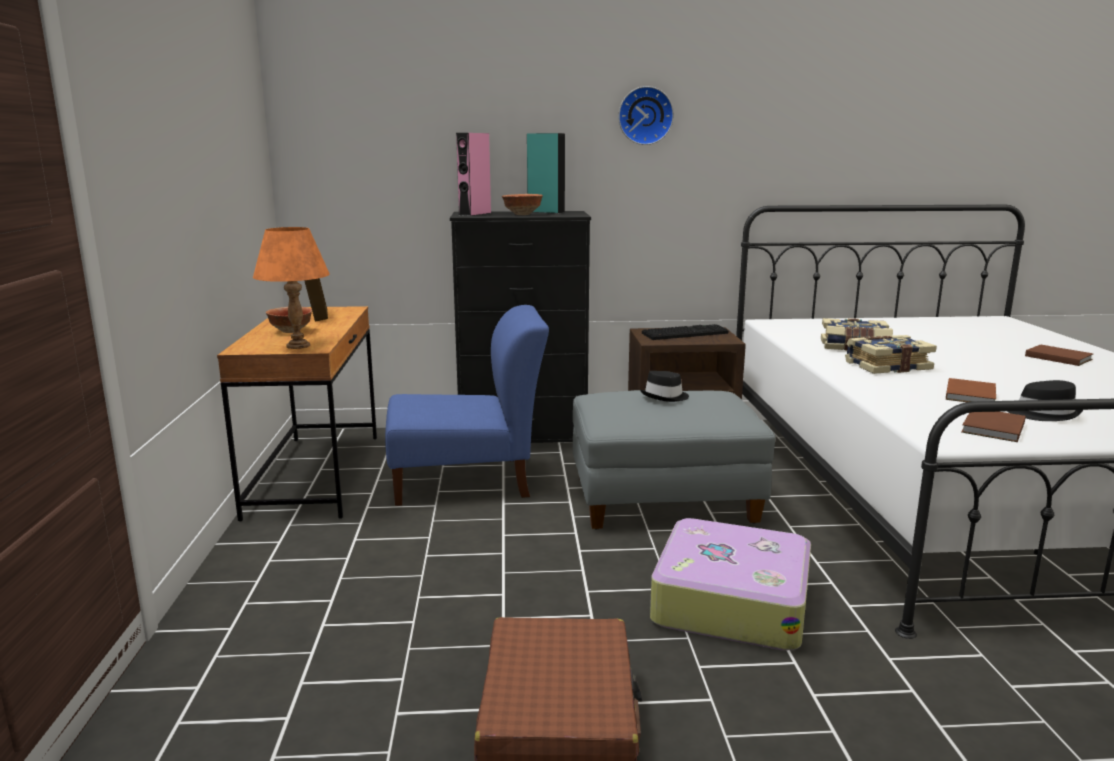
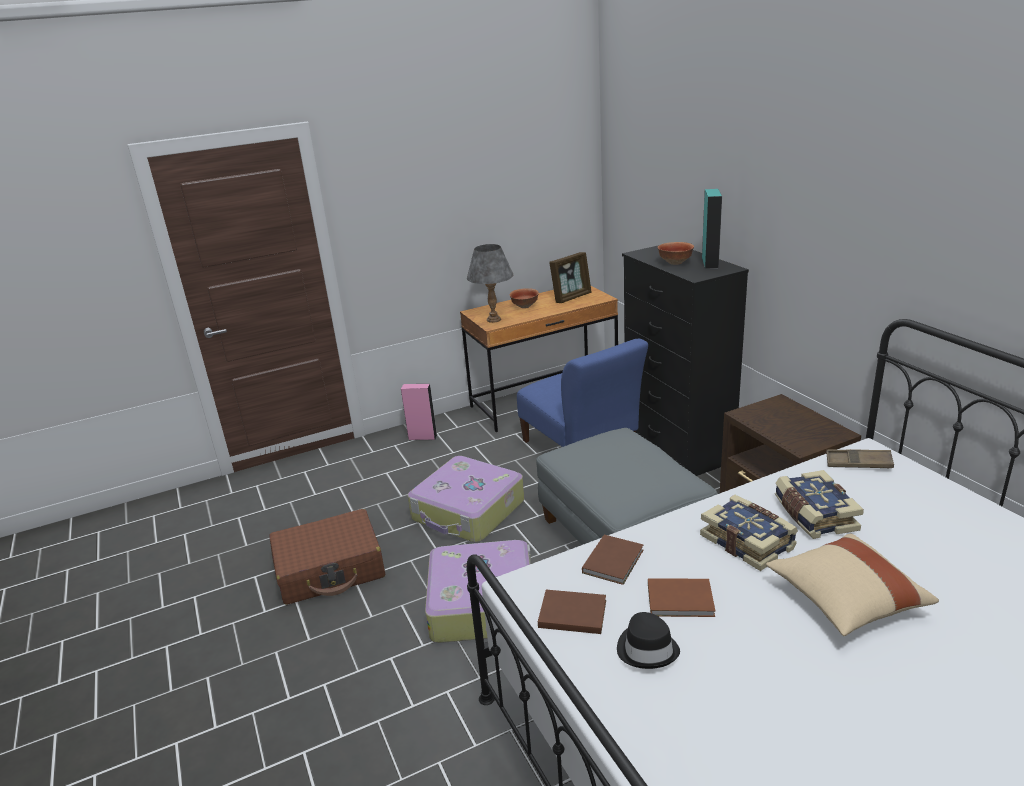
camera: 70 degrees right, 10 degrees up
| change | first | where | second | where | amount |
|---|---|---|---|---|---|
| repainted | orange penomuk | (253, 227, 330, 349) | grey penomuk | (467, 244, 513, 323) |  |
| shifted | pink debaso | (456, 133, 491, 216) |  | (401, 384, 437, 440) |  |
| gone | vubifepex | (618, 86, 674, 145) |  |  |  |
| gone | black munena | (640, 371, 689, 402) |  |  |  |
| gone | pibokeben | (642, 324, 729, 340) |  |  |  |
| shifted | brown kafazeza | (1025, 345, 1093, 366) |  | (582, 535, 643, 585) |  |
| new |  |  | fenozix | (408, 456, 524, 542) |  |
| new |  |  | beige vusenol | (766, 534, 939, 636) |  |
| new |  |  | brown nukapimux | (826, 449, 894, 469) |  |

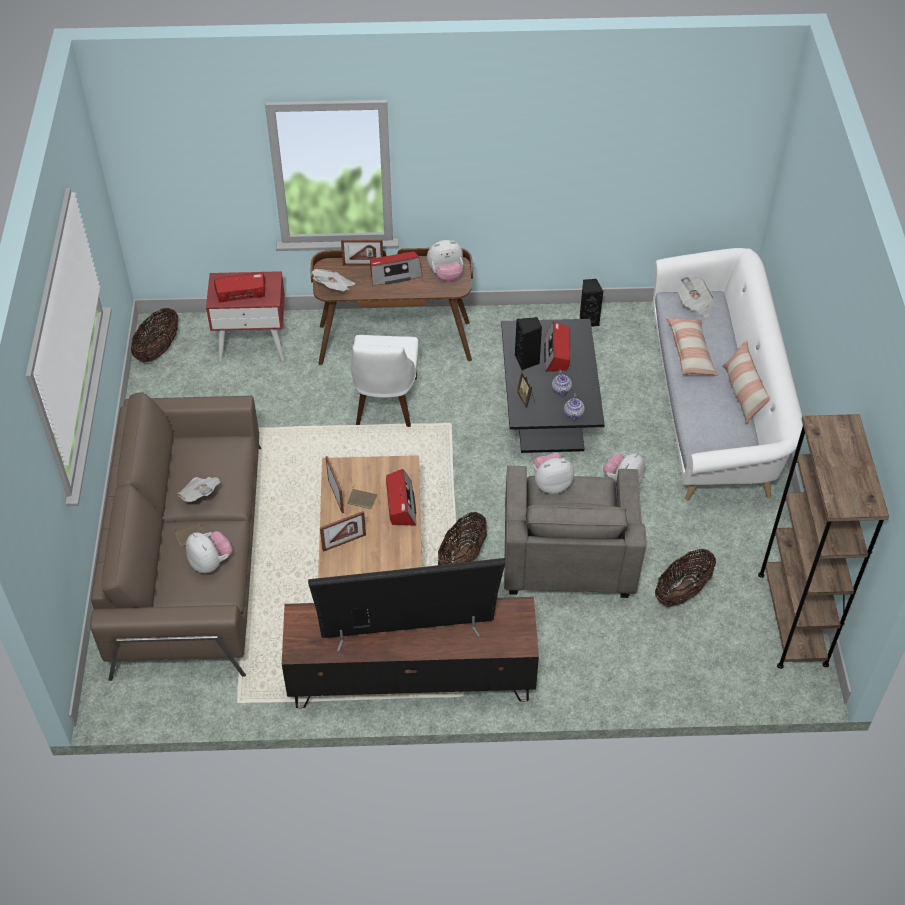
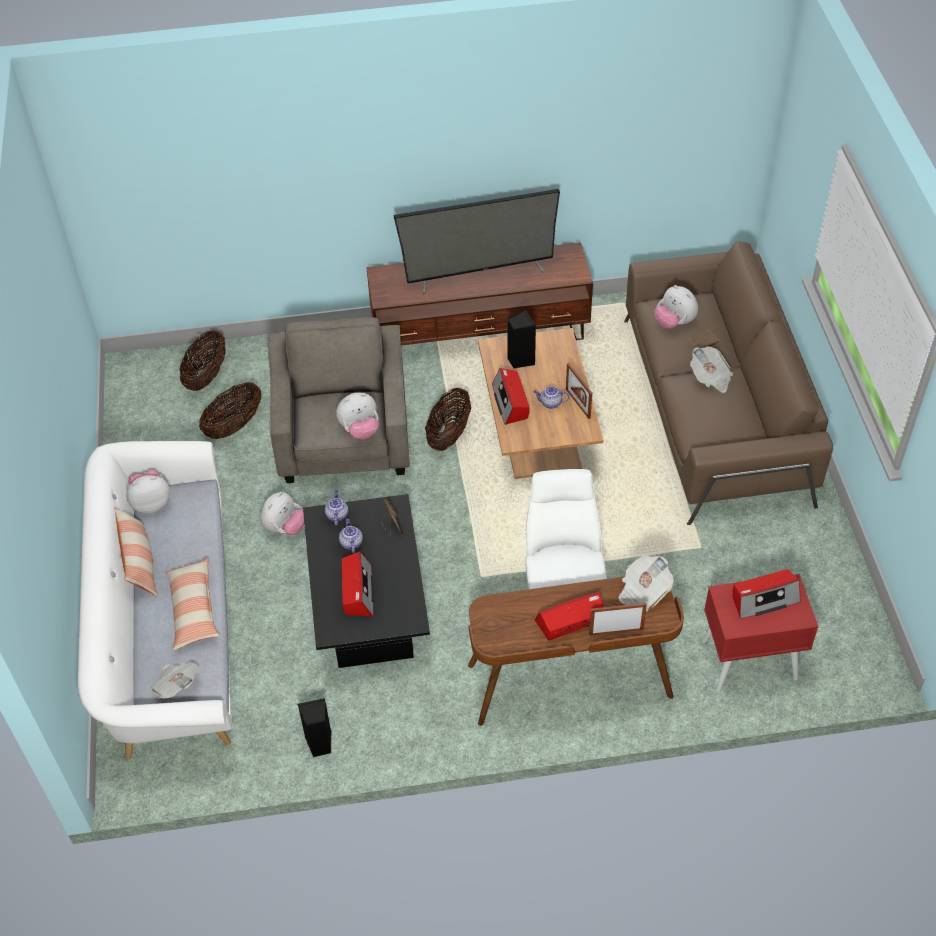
camera: 175 degrees right, 0 degrees up
| change | first | where | second | where | amount |
|---|---|---|---|---|---|
| shifted | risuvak | (131, 308, 178, 362) |  | (179, 331, 226, 391) |  |
| gone | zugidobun | (320, 511, 366, 552) |  |  |  |
| swapped | brown kafazeza | (347, 485, 377, 509) | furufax | (533, 386, 570, 409) |  |
| shifted | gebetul | (427, 240, 463, 282) |  | (126, 470, 170, 514) |  |
| shifted | black debaso | (515, 317, 542, 371) |  | (507, 310, 536, 368) |  |
| gone | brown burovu | (758, 414, 889, 669) |  |  |  |

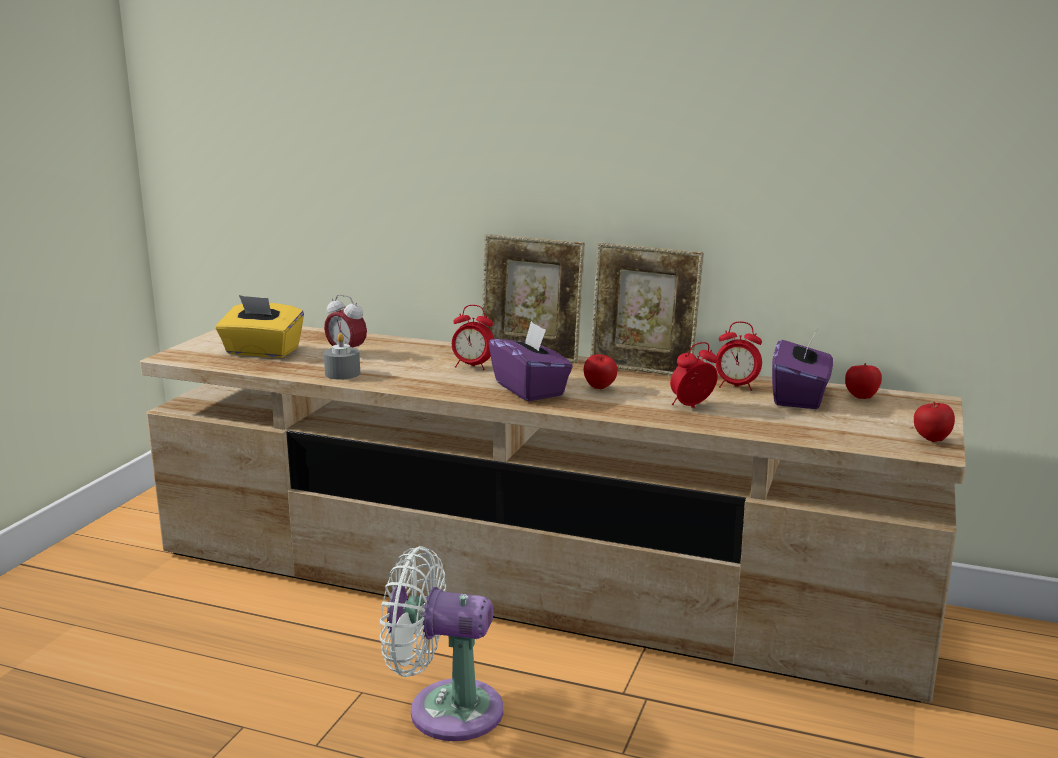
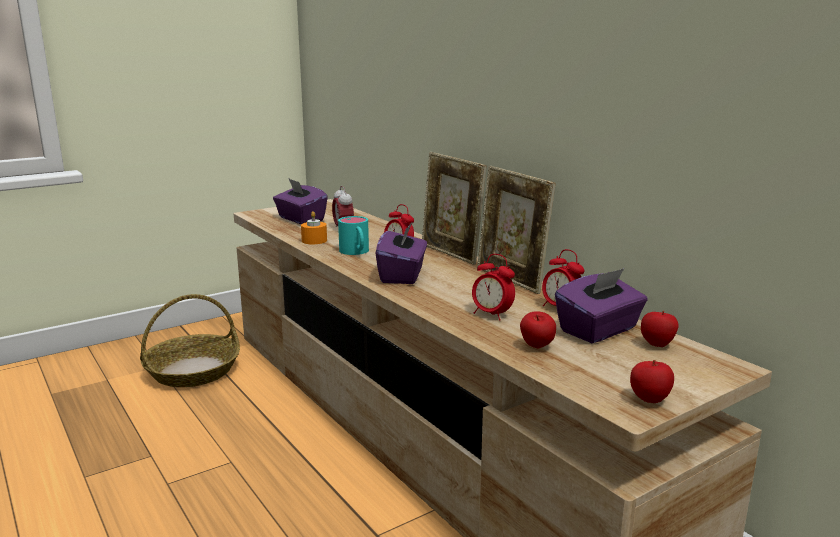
camera: 35 degrees right, 0 degrees up
| change | first | where | second | where | amount |
|---|---|---|---|---|---|
| repainted | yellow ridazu | (216, 295, 304, 358) | purple ridazu | (273, 179, 328, 224) |  |
| repainted | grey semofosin | (324, 333, 360, 380) | orange semofosin | (301, 211, 327, 244) |  |
| gone | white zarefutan | (380, 546, 503, 741) |  |  |  |
| shifted | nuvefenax | (584, 354, 617, 389) |  | (520, 311, 556, 348) |  |
| rotated | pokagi | (670, 342, 718, 408) |  | (472, 254, 515, 321) | 150 degrees counterclockwise |
| new |  |  | risuvak | (140, 294, 240, 387) |  |
| new |  |  | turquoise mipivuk | (338, 216, 369, 255) |  |

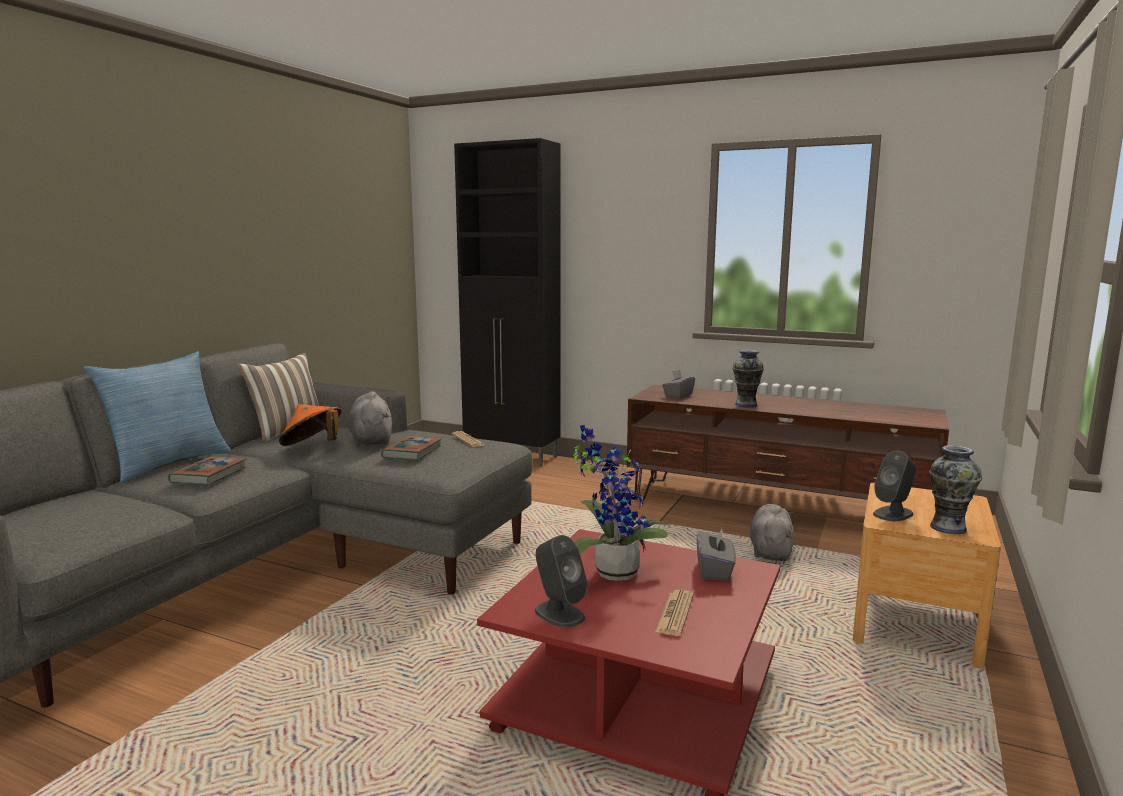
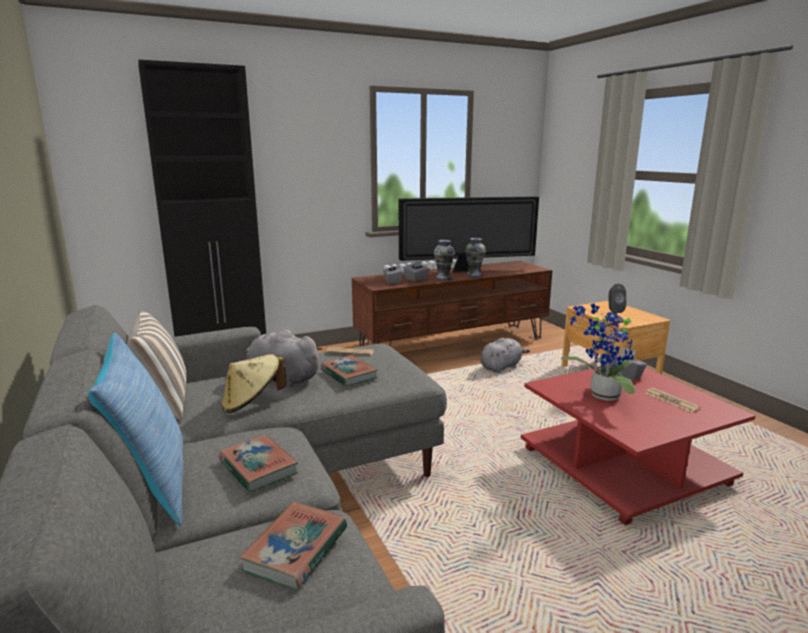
camera: 50 degrees left, 5 degrees up
| change | first | where | second | where | amount |
|---|---|---|---|---|---|
| repainted | orange munena | (279, 404, 342, 446) | beige munena | (222, 354, 287, 414) |  |
| gone | grey debaso | (535, 535, 587, 628) |  |  |  |
| rotated | grey gebetul | (750, 504, 794, 561) |  | (480, 338, 530, 373) | 90 degrees clockwise |
| shifted | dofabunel | (929, 445, 982, 534) |  | (465, 238, 486, 277) |  |
| new |  |  | kafazeza | (239, 502, 347, 590) |  |
| new |  |  | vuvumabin | (399, 196, 539, 273) |  |
| new |  |  | grey ridazu | (403, 260, 430, 281) |  |

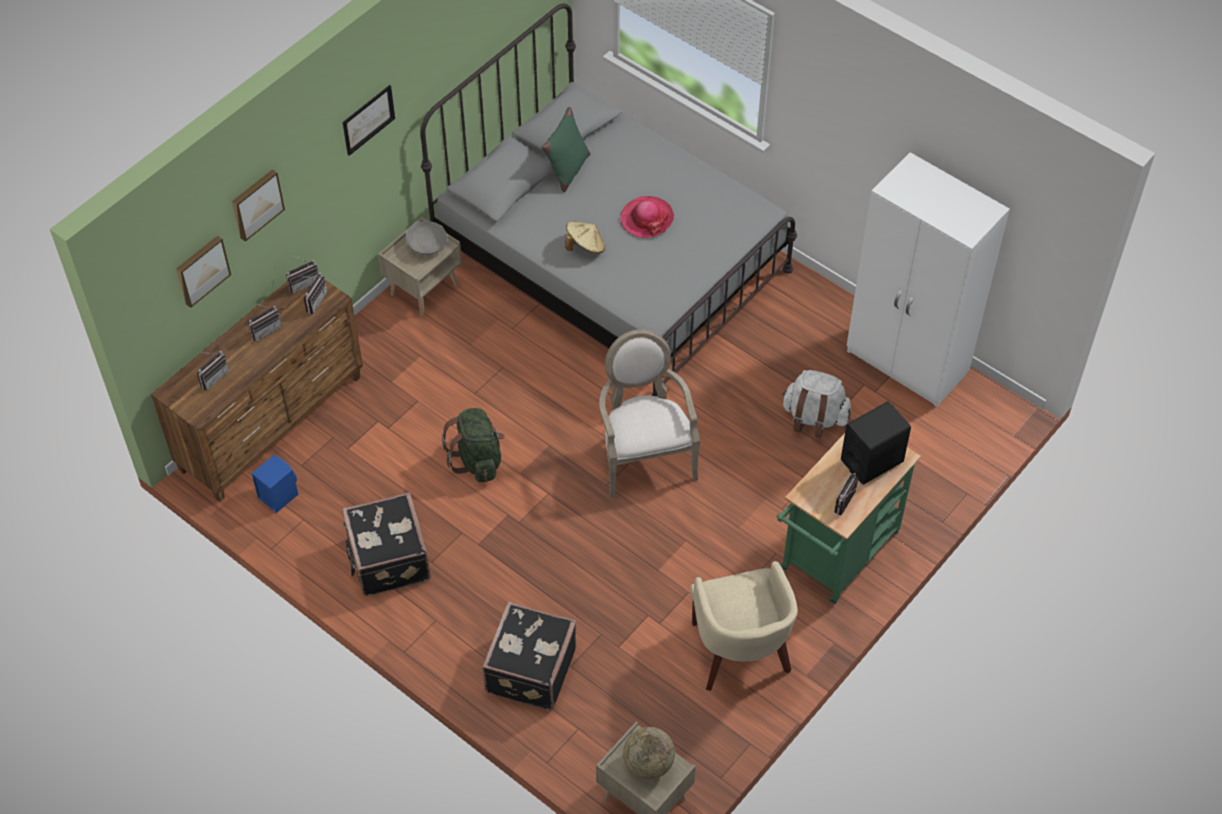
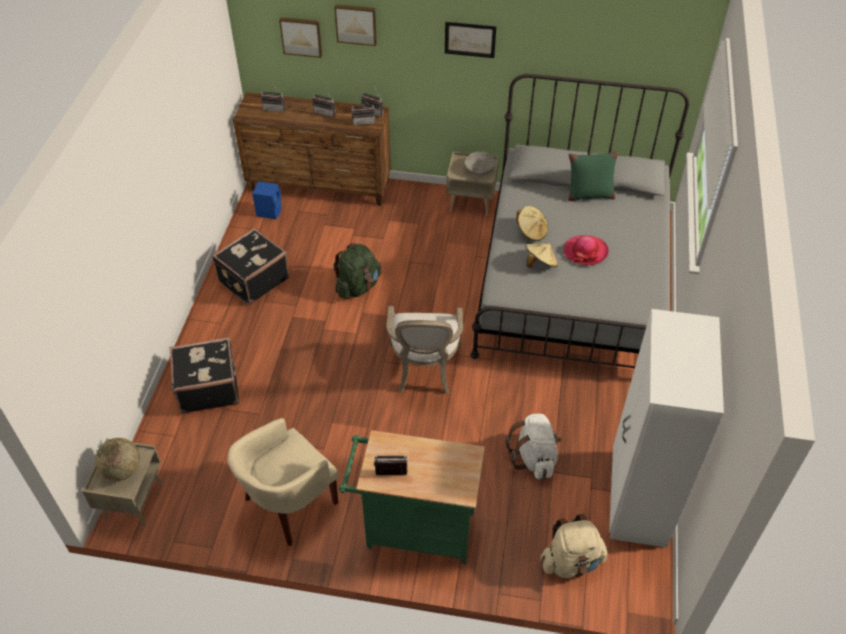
camera: 60 degrees right, 5 degrees down
| change | first | where | second | where | amount |
|---|---|---|---|---|---|
| rotated | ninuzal | (599, 329, 700, 498) |  | (386, 306, 463, 394) | 135 degrees clockwise |
| gone | black debaso | (841, 401, 911, 485) |  |  |  |
| new |  |  | beige munena | (525, 243, 558, 268) |  |
| new |  |  | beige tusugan | (540, 514, 608, 578) |  |

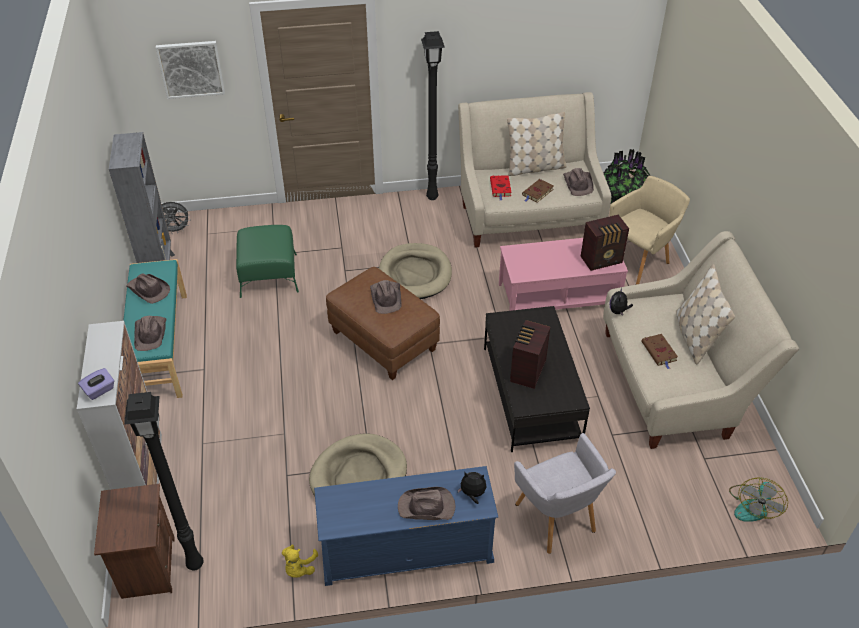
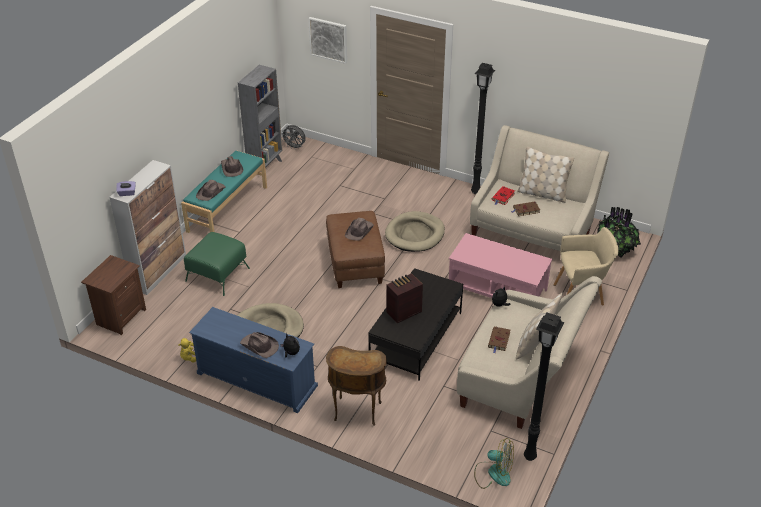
camera: 35 degrees right, 5 degrees down
| change | first | where | second | where | amount |
|---|---|---|---|---|---|
| shifted | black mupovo | (125, 392, 204, 570) |  | (524, 312, 565, 461) |  |
| shifted | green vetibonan | (236, 225, 299, 298) |  | (184, 232, 250, 296) |  |
| swapped | grey ninuzal | (514, 433, 616, 554) | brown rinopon | (326, 346, 387, 426) |  |
| gone | brown munena | (563, 168, 594, 196) |  |  |  |
| gone | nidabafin | (581, 215, 629, 271) |  |  |  |
| rotated | zarefutan | (729, 477, 788, 522) |  | (474, 438, 514, 489) | 135 degrees counterclockwise |

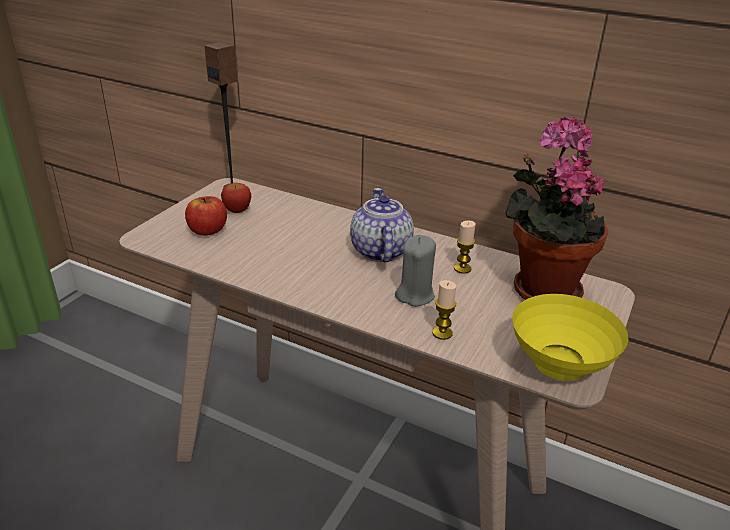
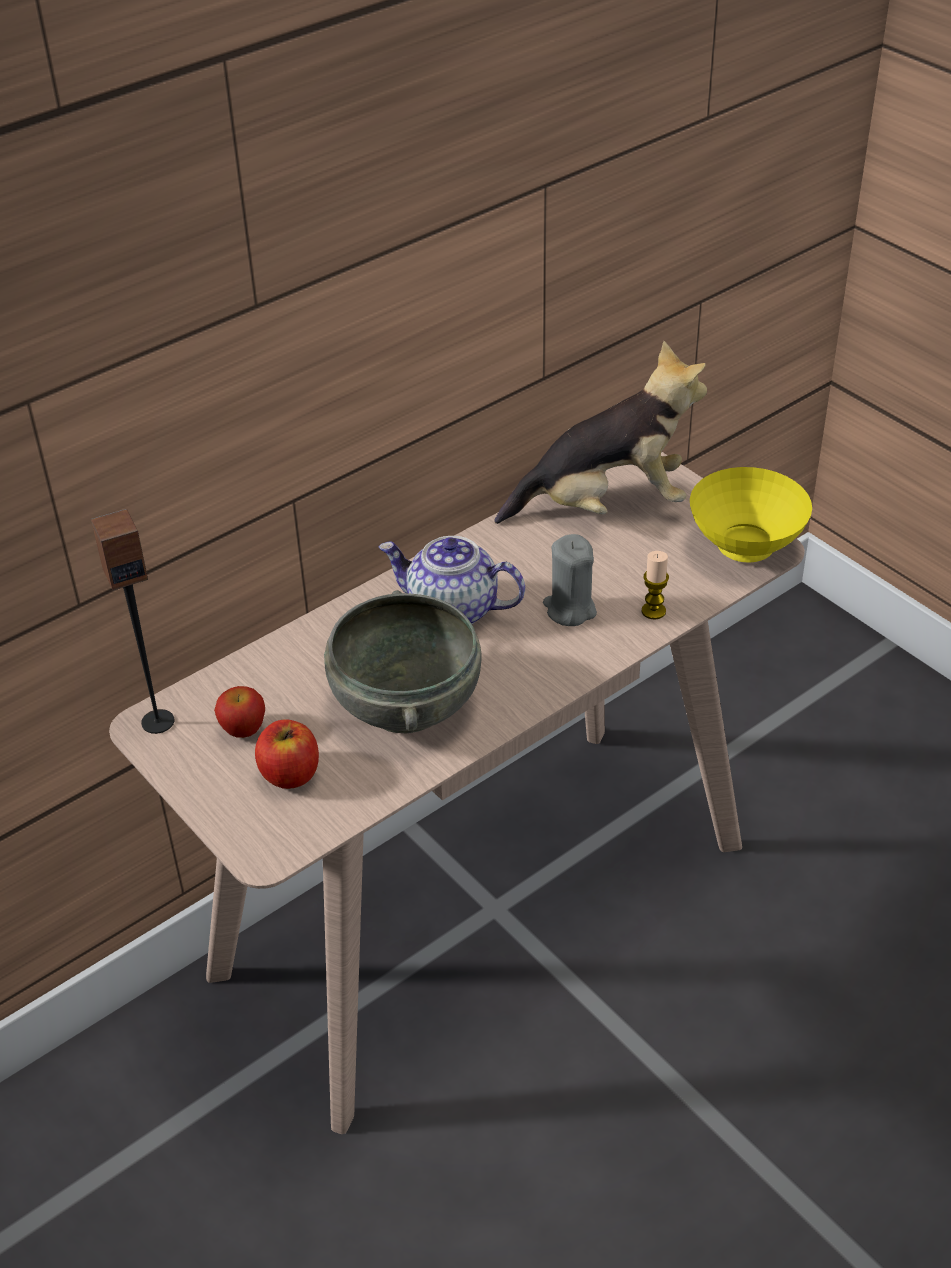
camera: 65 degrees left, 10 degrees up
| change | first | where | second | where | amount |
|---|---|---|---|---|---|
| gone | semofosin | (454, 221, 476, 274) |  |  |  |
| swapped | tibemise | (505, 117, 609, 300) | gebetul | (495, 341, 707, 524) |  |
| new |  |  | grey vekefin | (324, 590, 481, 733) |  |

